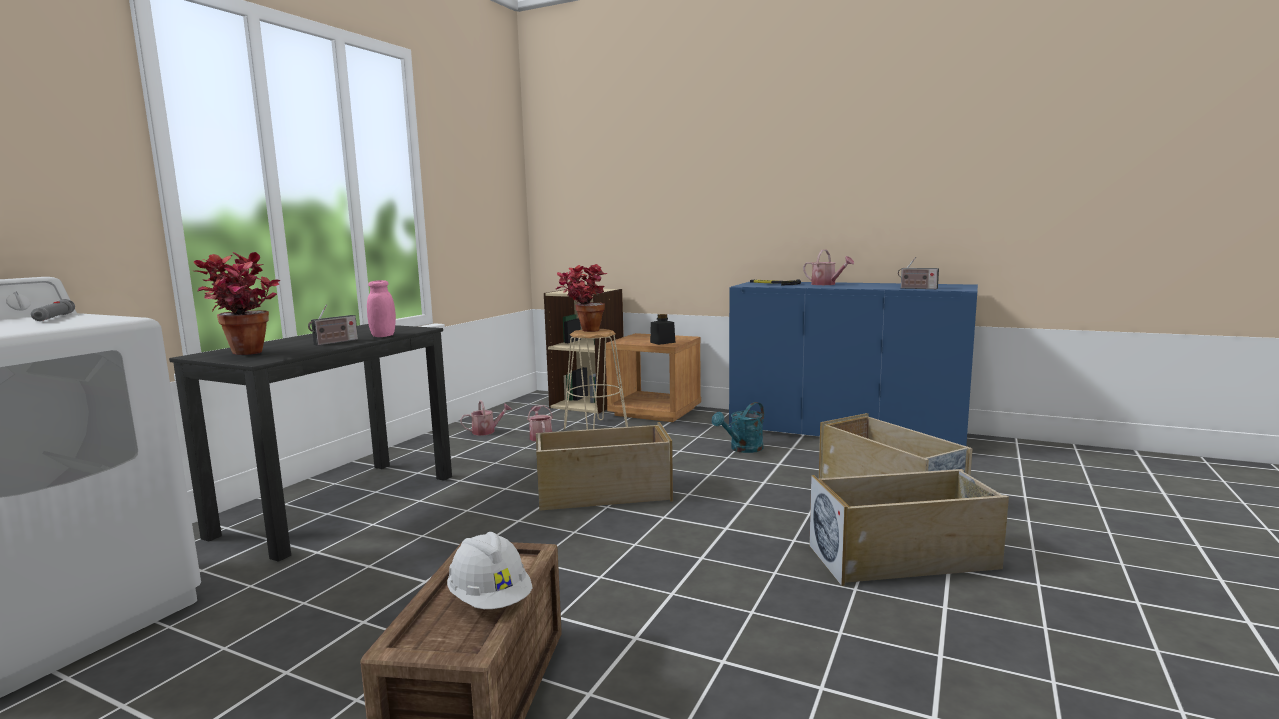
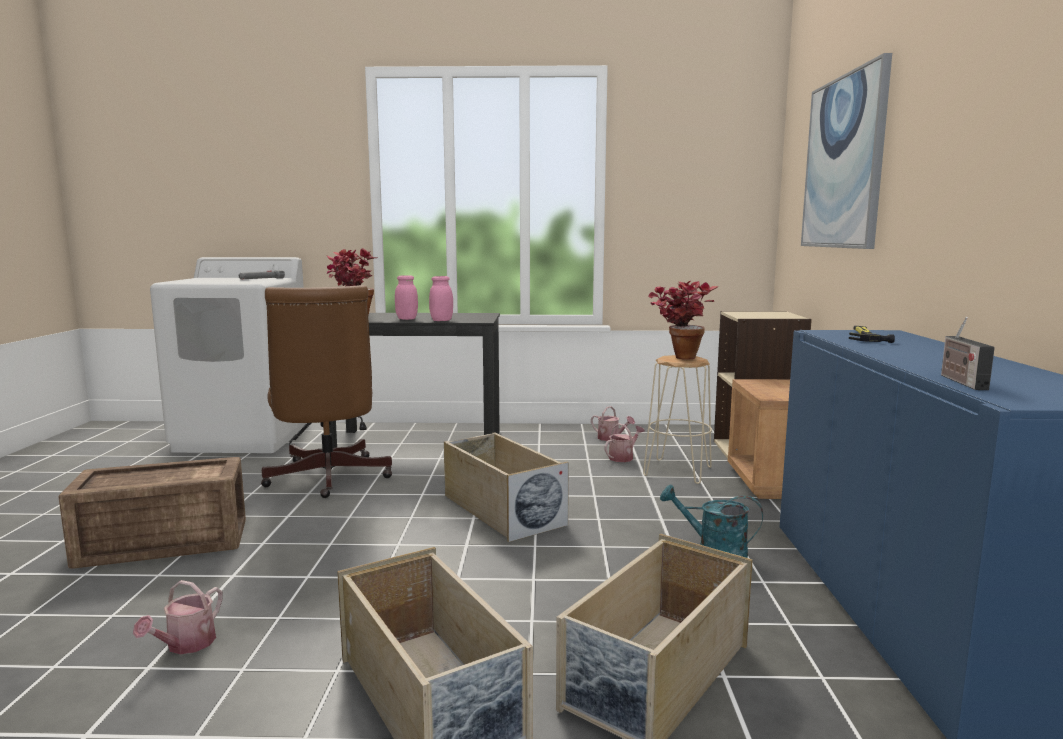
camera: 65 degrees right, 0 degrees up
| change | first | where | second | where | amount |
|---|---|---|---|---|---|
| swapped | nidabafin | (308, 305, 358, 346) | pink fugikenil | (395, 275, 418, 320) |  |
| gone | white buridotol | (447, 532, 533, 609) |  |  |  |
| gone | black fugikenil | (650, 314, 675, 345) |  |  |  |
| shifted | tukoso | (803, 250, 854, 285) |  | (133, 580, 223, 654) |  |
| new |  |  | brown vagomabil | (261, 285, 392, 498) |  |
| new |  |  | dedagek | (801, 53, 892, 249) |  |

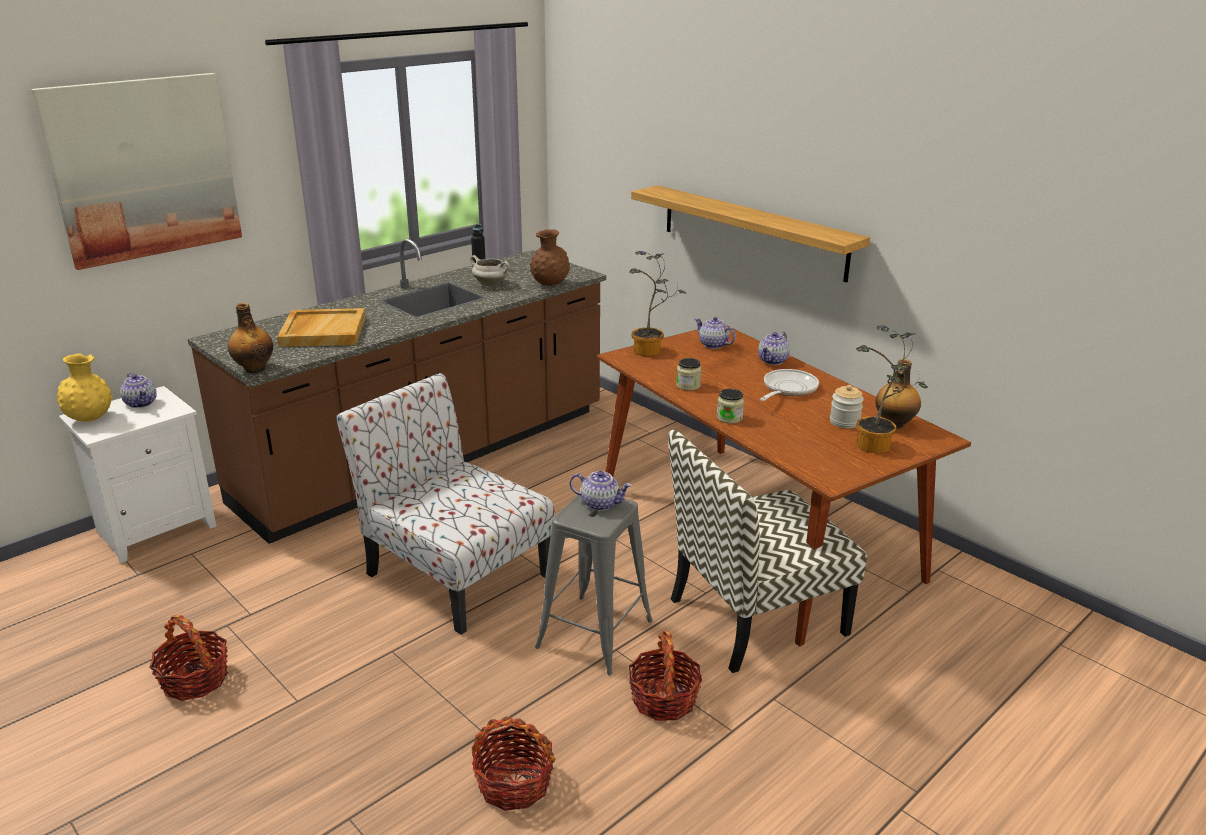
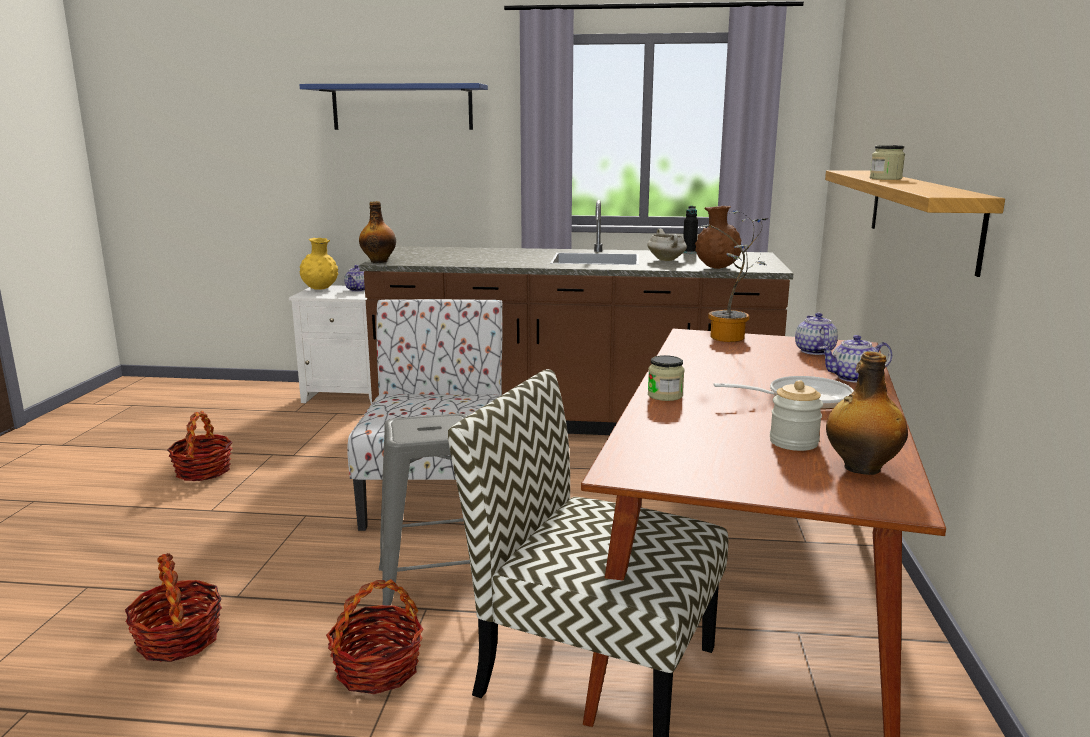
camera: 50 degrees right, 10 degrees down
| change | first | where | second | where | amount |
|---|---|---|---|---|---|
| swapped | dedagek | (31, 73, 242, 270) | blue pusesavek | (299, 83, 488, 130) |  |
| gone | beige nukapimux | (277, 308, 366, 347) |  |  |  |
| gone | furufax | (570, 471, 632, 511) |  |  |  |
| shifted | fugikenil | (676, 358, 702, 391) |  | (870, 145, 905, 180) |  |
| gone | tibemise | (856, 325, 928, 454) |  |  |  |

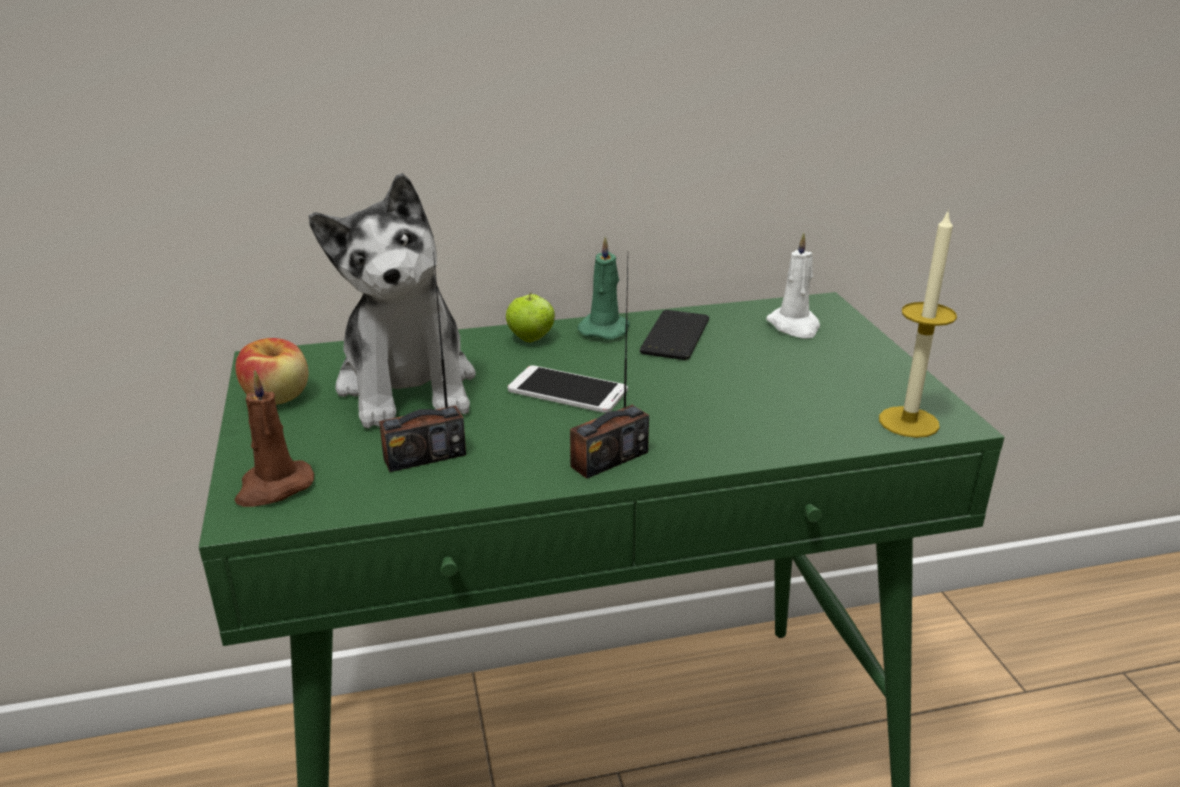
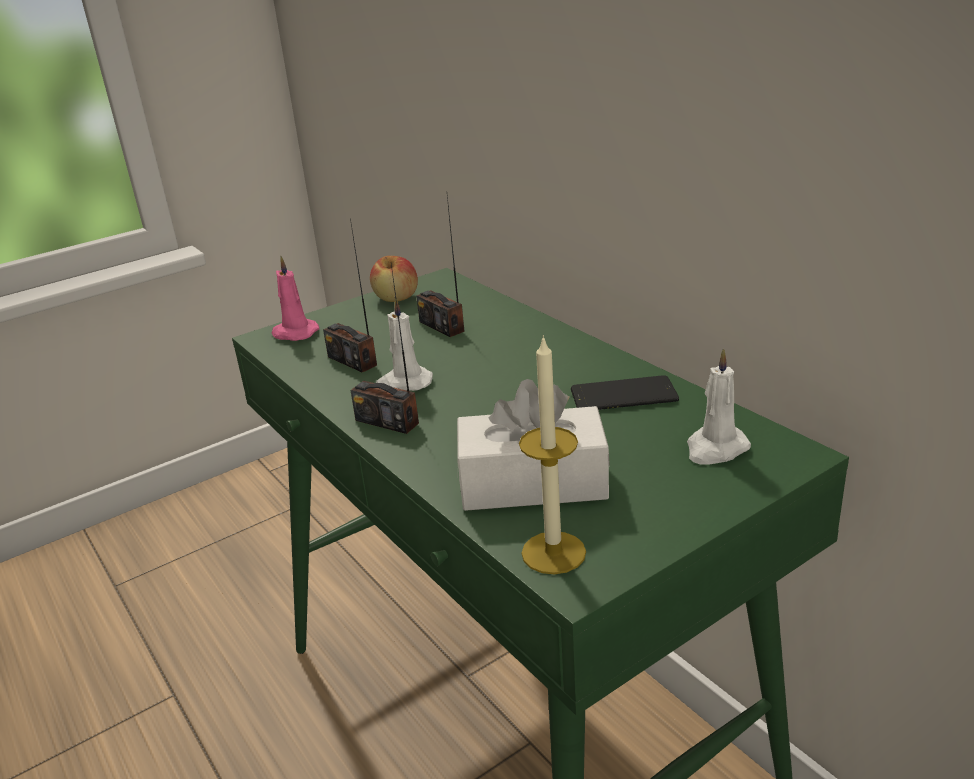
camera: 70 degrees right, 0 degrees up
| change | first | where | second | where | amount |
|---|---|---|---|---|---|
| repainted | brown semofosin | (235, 370, 314, 507) | pink semofosin | (272, 256, 319, 341) |  |
| swapped | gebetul | (309, 173, 476, 428) | nidabafin | (416, 196, 465, 337) |  |
| gone | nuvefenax | (506, 293, 555, 342) |  |  |  |
| gone | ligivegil | (508, 365, 628, 413) |  |  |  |
| gone | green semofosin | (577, 236, 630, 339) |  |  |  |
| new |  |  | white semofosin | (376, 298, 433, 391) |  |
| new |  |  | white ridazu | (457, 379, 610, 511) |  |

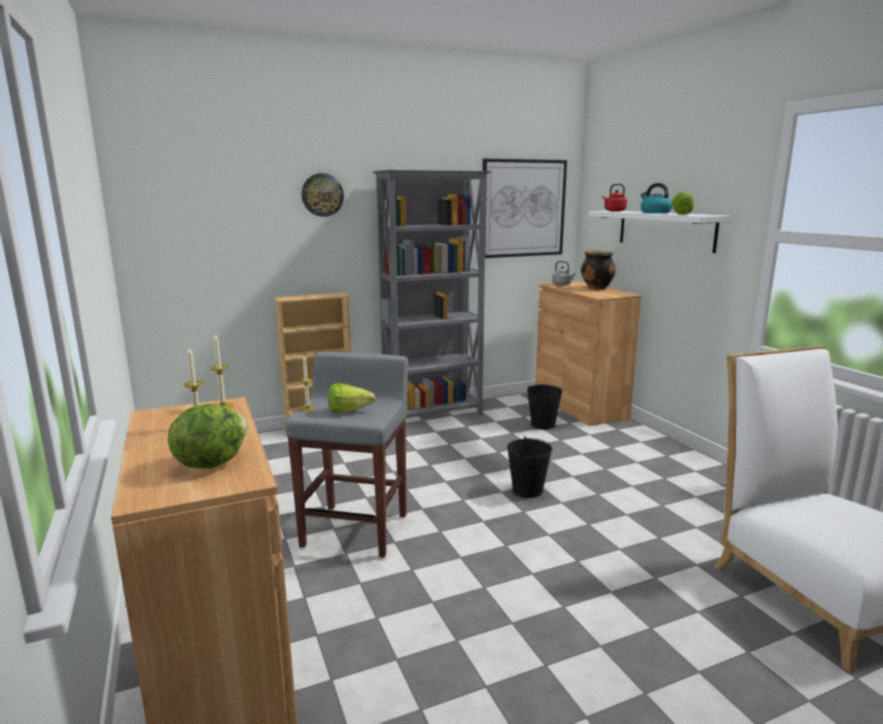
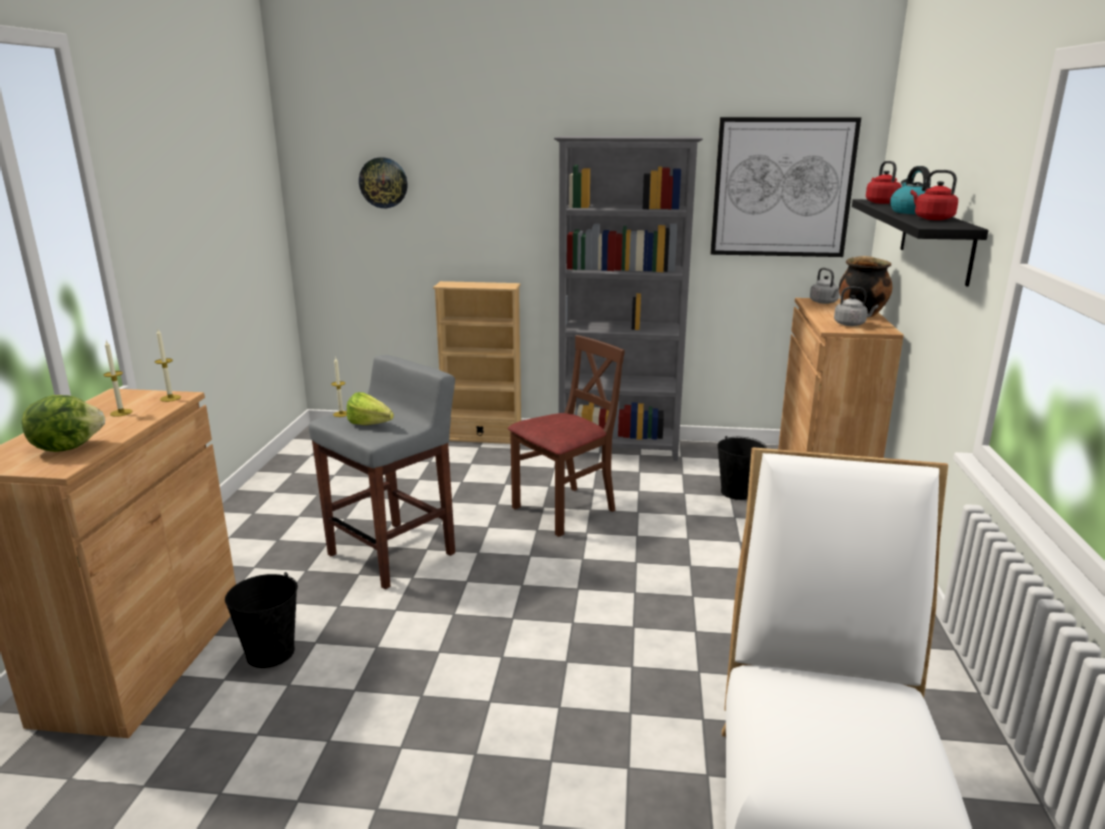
camera: 30 degrees right, 5 degrees up
| change | first | where | second | where | amount |
|---|---|---|---|---|---|
| shifted | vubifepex | (302, 173, 344, 217) |  | (359, 157, 408, 208) |  |
| shifted | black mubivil | (507, 436, 553, 498) |  | (225, 572, 298, 668) |  |
| repainted | white pusesavek | (589, 211, 732, 253) | black pusesavek | (852, 199, 989, 286) |  |
| swapped | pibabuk | (671, 192, 694, 215) | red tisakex | (910, 170, 958, 220) |  |
| new |  |  | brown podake | (508, 335, 625, 537) |  |
| new |  |  | grey tisakex | (834, 287, 878, 326) |  |

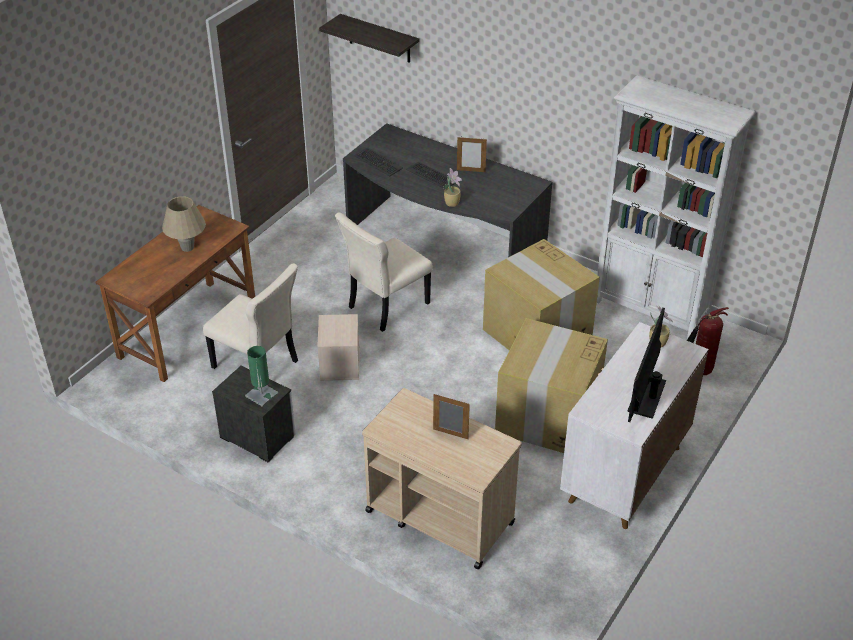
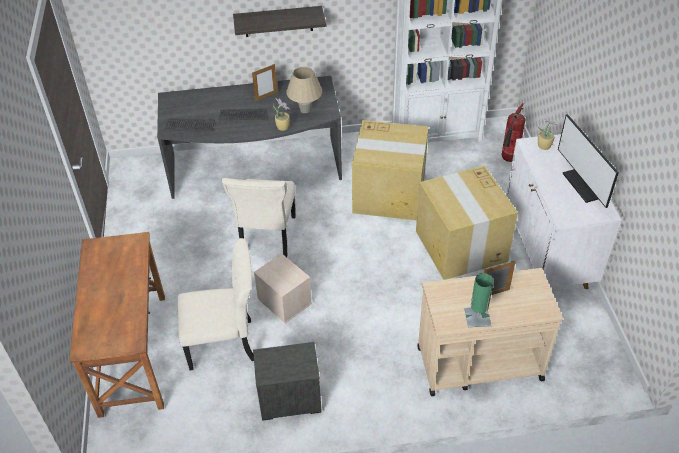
camera: 40 degrees left, 5 degrees up
| change | first | where | second | where | amount |
|---|---|---|---|---|---|
| shifted | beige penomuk | (162, 196, 206, 252) |  | (286, 67, 322, 113) |  |
| shifted | green penomuk | (245, 346, 279, 407) |  | (464, 273, 494, 328) |  |
| shifted | pusesavek | (319, 14, 419, 63) |  | (233, 6, 326, 37) |  |

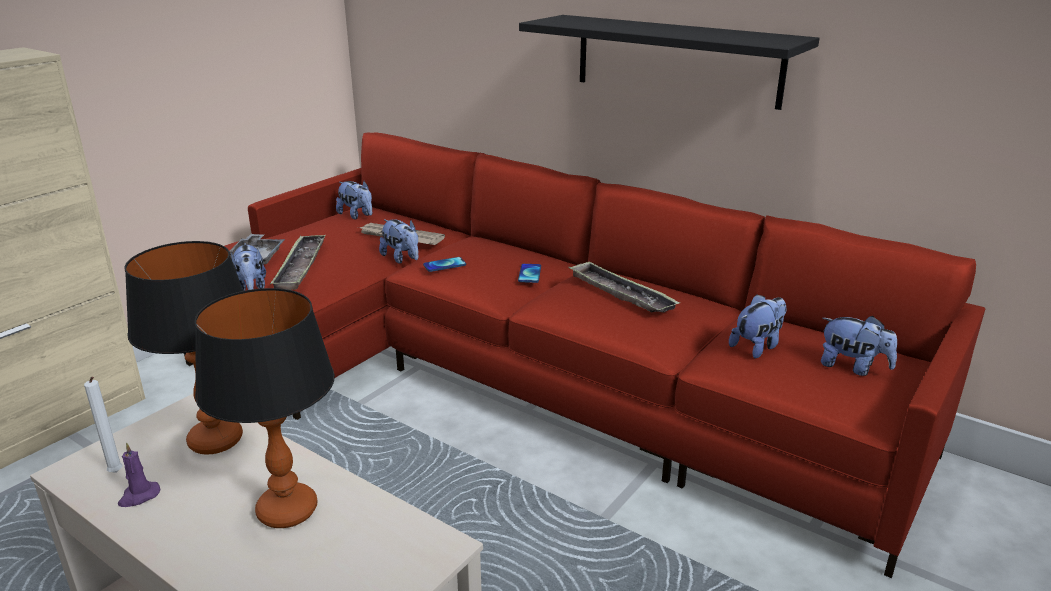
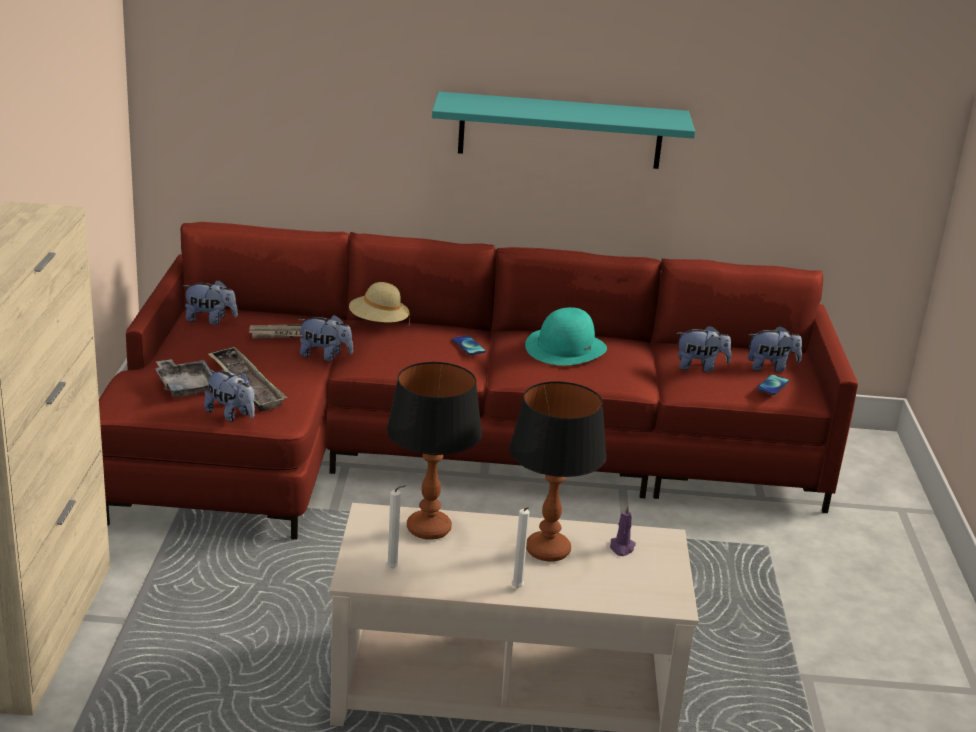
camera: 35 degrees left, 0 degrees up
| change | first | where | second | where | amount |
|---|---|---|---|---|---|
| shifted | purple semofosin | (118, 442, 161, 507) |  | (610, 505, 636, 556) |  |
| shifted | ligivegil | (423, 257, 466, 272) |  | (757, 374, 789, 395) |  |
| repainted | black pusesavek | (519, 15, 820, 110) | turquoise pusesavek | (432, 92, 695, 169) |  |
| swapped | nukapimux | (568, 261, 680, 313) | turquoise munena | (525, 307, 607, 365) |  |
| rotated | gebetul | (729, 294, 787, 359) |  | (676, 325, 731, 372) | 75 degrees clockwise |
| new |  |  | beige munena | (349, 282, 410, 326) |  |
| new |  |  | white semofosin | (512, 507, 529, 588) |  |

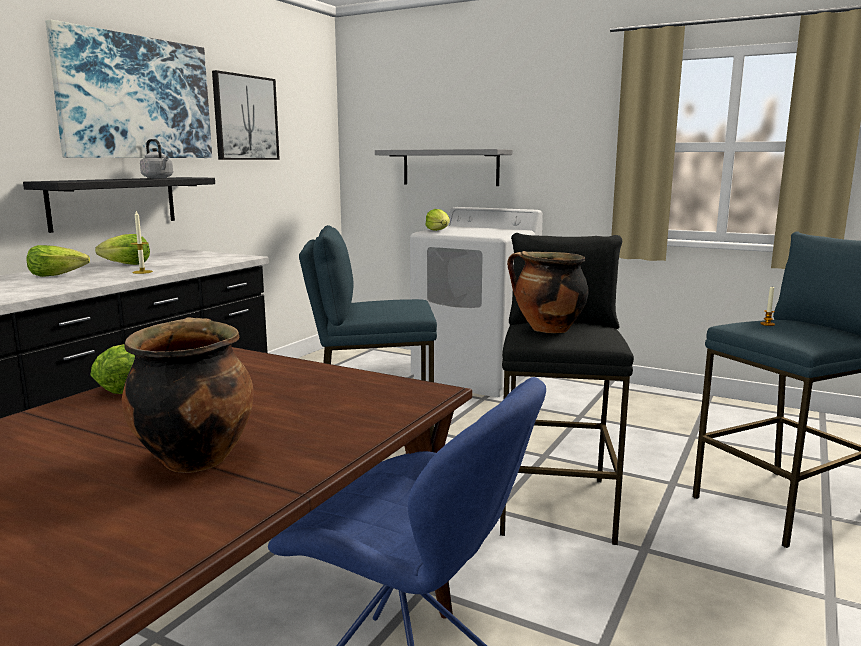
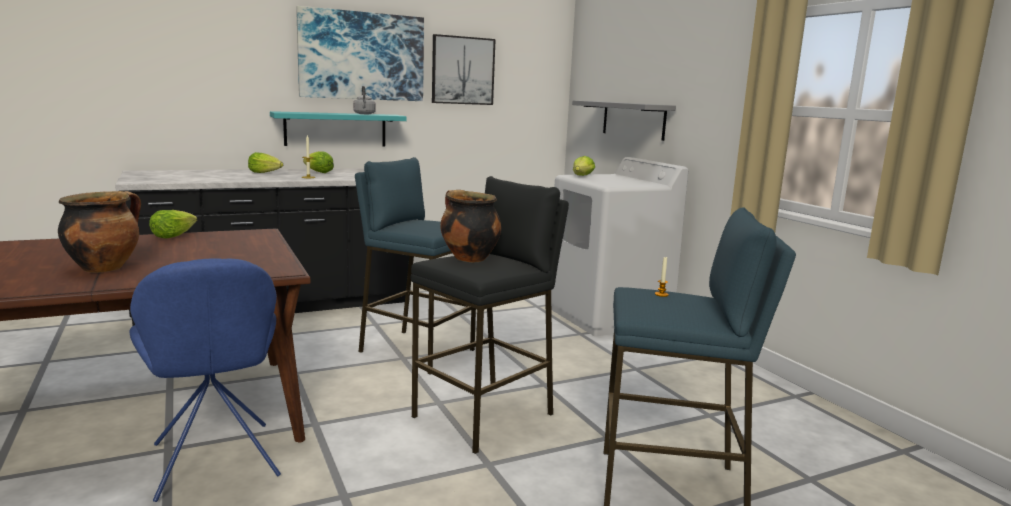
camera: 35 degrees right, 0 degrees up
| change | first | where | second | where | amount |
|---|---|---|---|---|---|
| repainted | black pusesavek | (23, 177, 215, 233) | turquoise pusesavek | (270, 111, 407, 146) |  |

